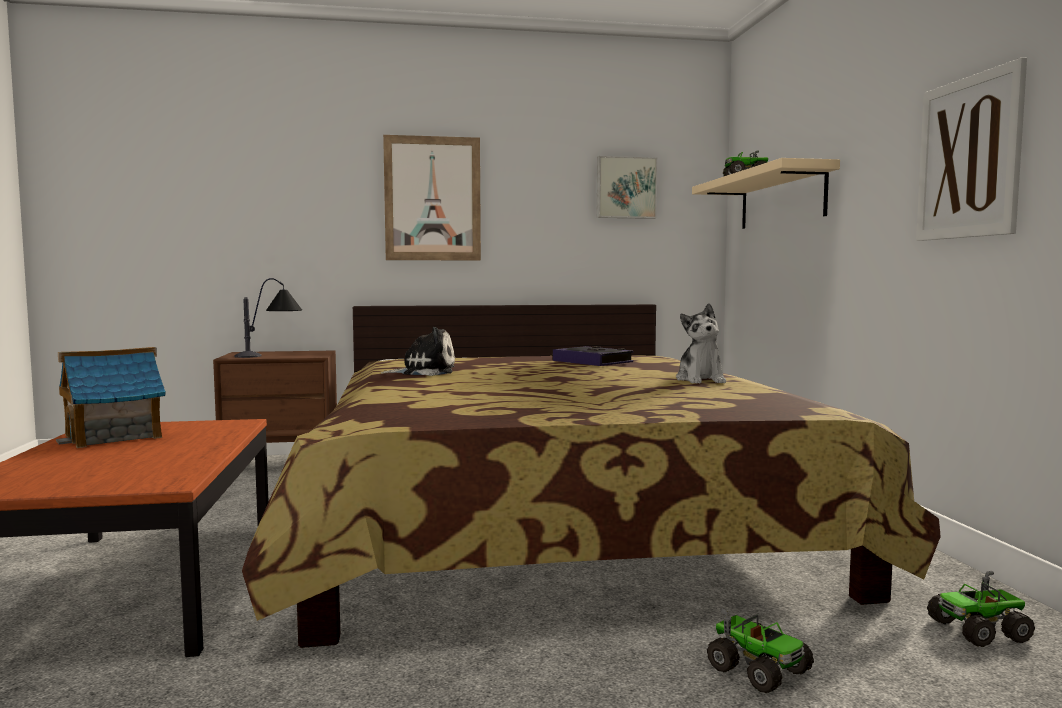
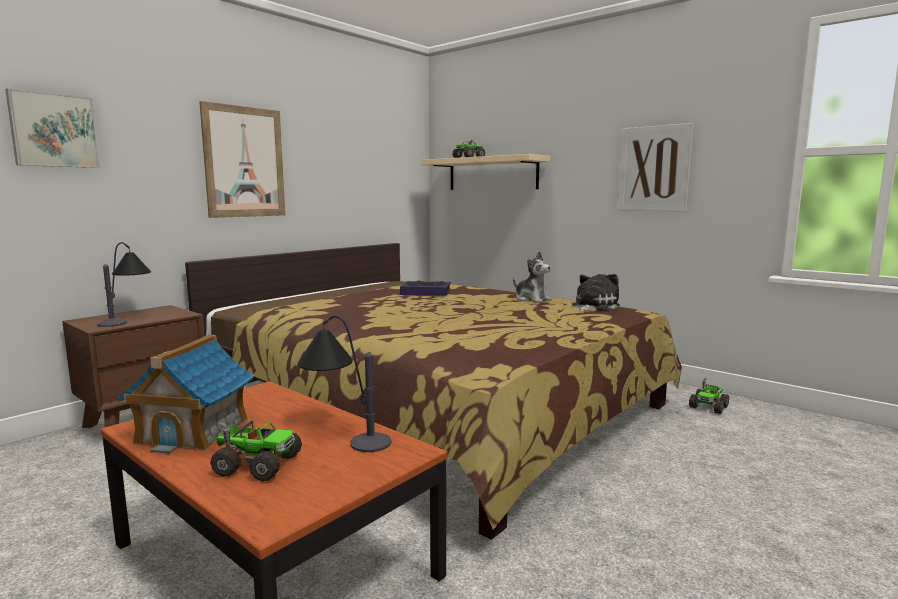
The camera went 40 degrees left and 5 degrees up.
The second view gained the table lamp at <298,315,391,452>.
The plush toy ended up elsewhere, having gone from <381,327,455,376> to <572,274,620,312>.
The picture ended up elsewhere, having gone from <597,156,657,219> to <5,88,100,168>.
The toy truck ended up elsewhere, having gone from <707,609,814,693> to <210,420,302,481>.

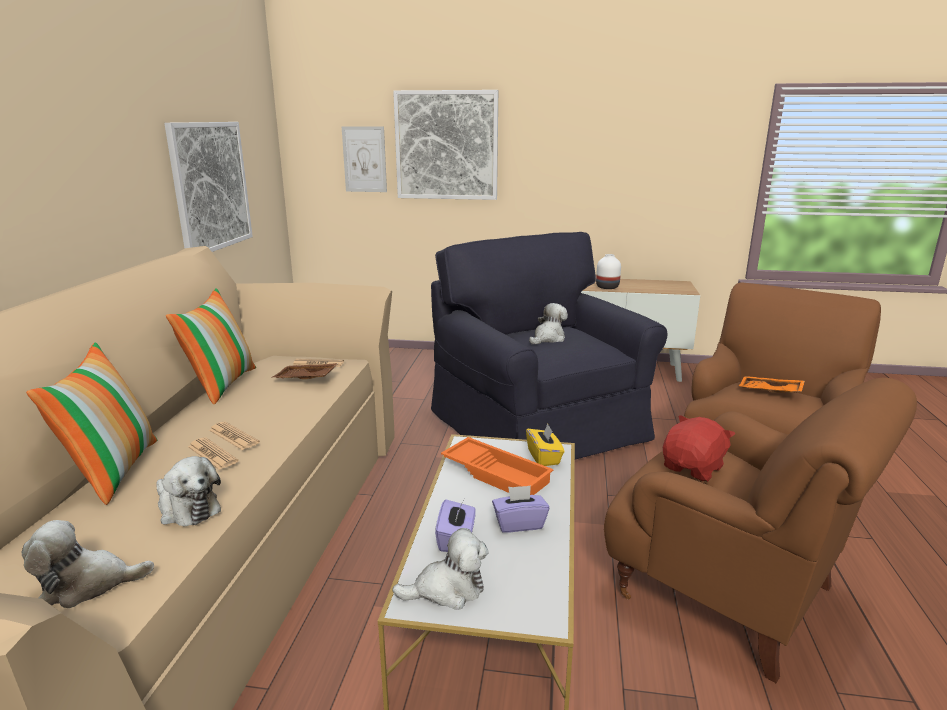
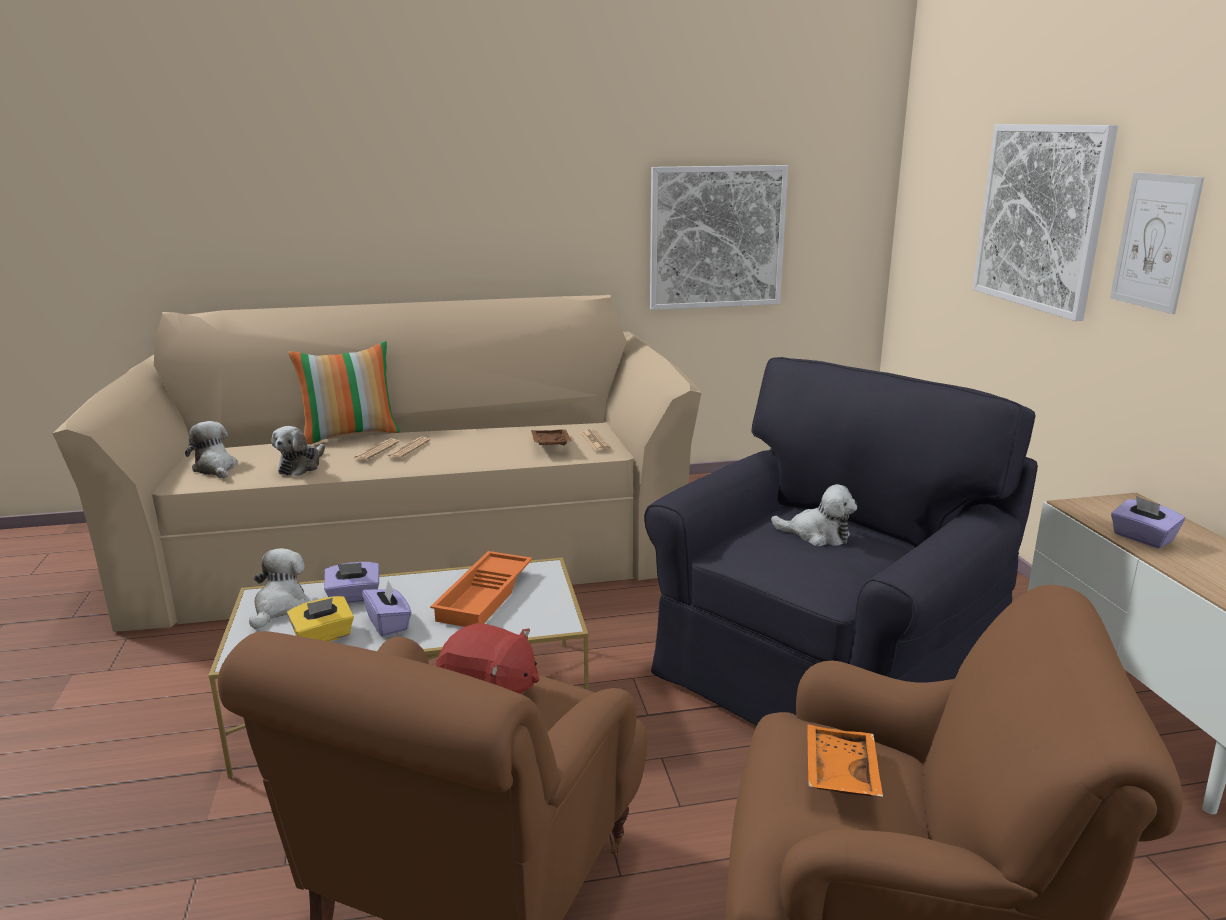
The camera went 70 degrees right and 0 degrees up.
The second view lost the pillow at <166,288,256,404>.
The picture ended up elsewhere, having gone from <342,126,387,192> to <1110,172,1204,314>.
The tissue box (yellow) ended up elsewhere, having gone from <526,424,564,466> to <287,596,354,642>.
Where the vase (white) stood at <596,254,621,289>, the tissue box (purple) came to stand at <1111,496,1185,549>.
The plush toy at <392,528,489,610> ended up facing another way, 135 degrees counterclockwise from before.

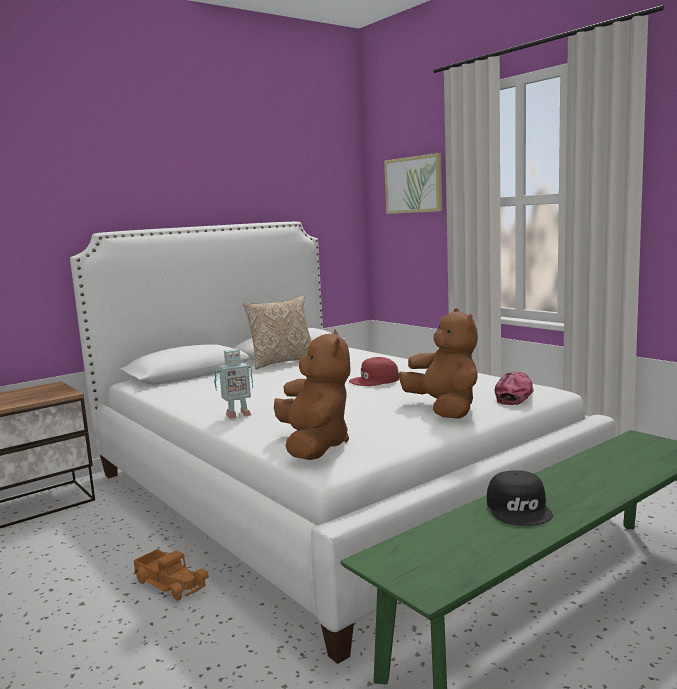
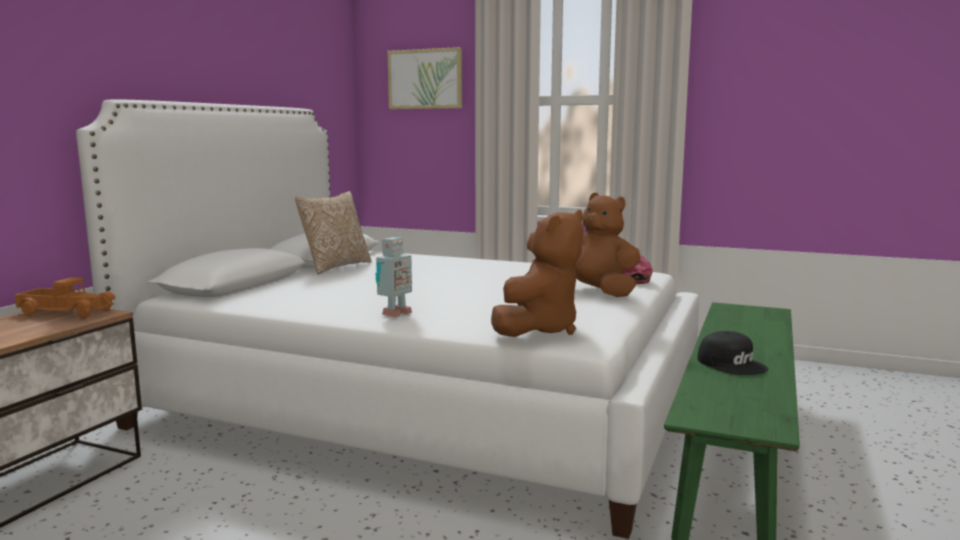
The camera went 30 degrees left and 0 degrees up.
The second view lost the cap (red) at <349,357,399,386>.
The toy truck ended up elsewhere, having gone from <133,549,209,601> to <15,277,115,318>.
The plush toy (brown) at <274,329,351,460> ended up facing another way, 75 degrees clockwise from before.

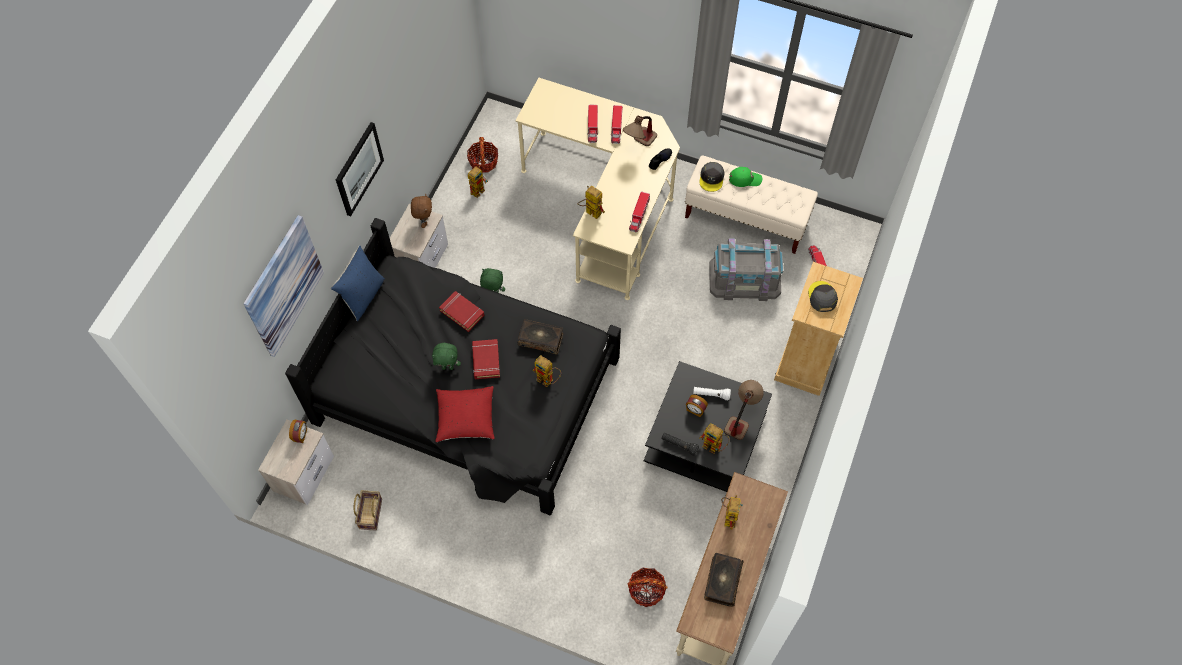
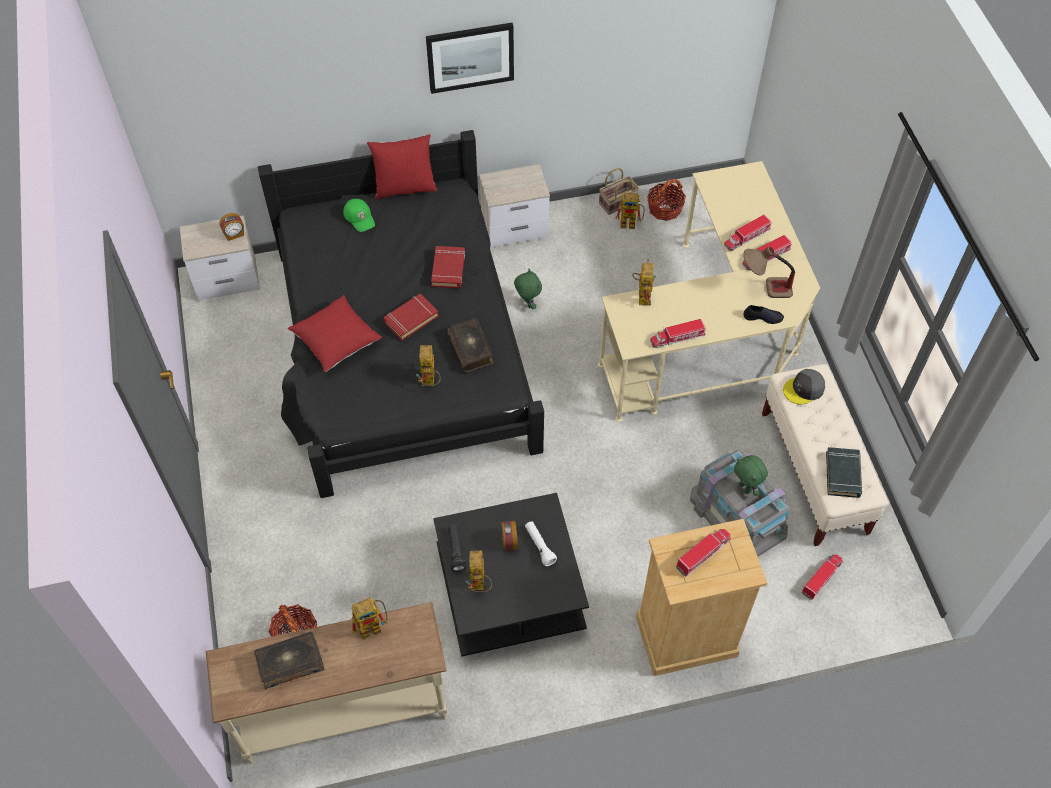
The camera went 55 degrees right and 5 degrees down.
The second view lost the picture at <243,215,324,357>.
The second view lost the plush toy (brown) at <411,194,432,228>.
The second view lost the table lamp at <724,380,764,440>.
The second view gained the book (black) at <826,447,863,498>.
The basket ended up elsewhere, having gone from <354,490,382,531> to <599,168,639,215>.
The plush toy (green) ended up elsewhere, having gone from <432,343,461,370> to <734,455,768,496>.
The cap (green) ended up elsewhere, having gone from <729,167,762,187> to <343,199,375,232>.
Where the cap (grey) stood at <808,281,838,312>, the toy truck came to stand at <676,529,731,577>.
What was the pillow (blue) at <331,245,385,321> turned into the pillow (red) at <367,134,437,199>.

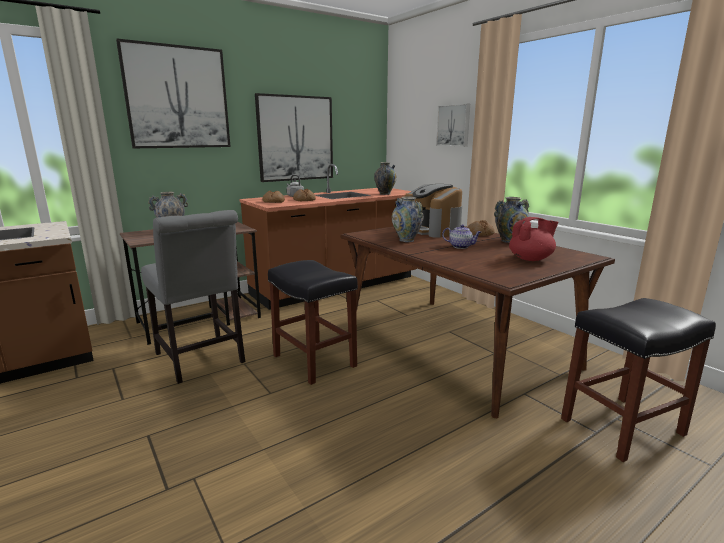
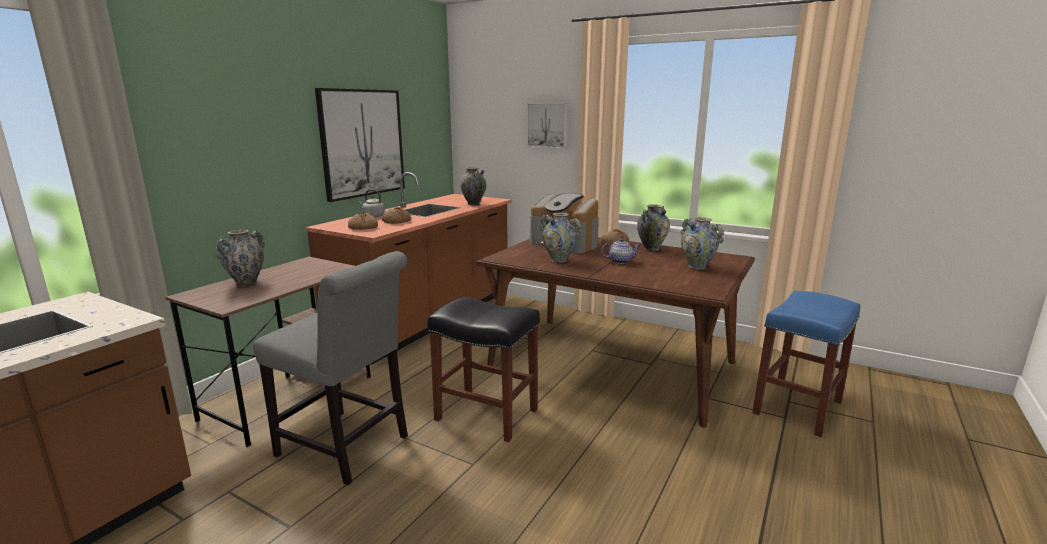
The camera went 25 degrees left and 0 degrees up.
The second view lost the picture at <116,39,231,148>.
Where the teapot (red) stood at <509,217,558,261>, the vase came to stand at <681,217,724,270>.
What was the stool (black) at <561,298,716,462> turned into the stool (blue) at <752,291,860,437>.

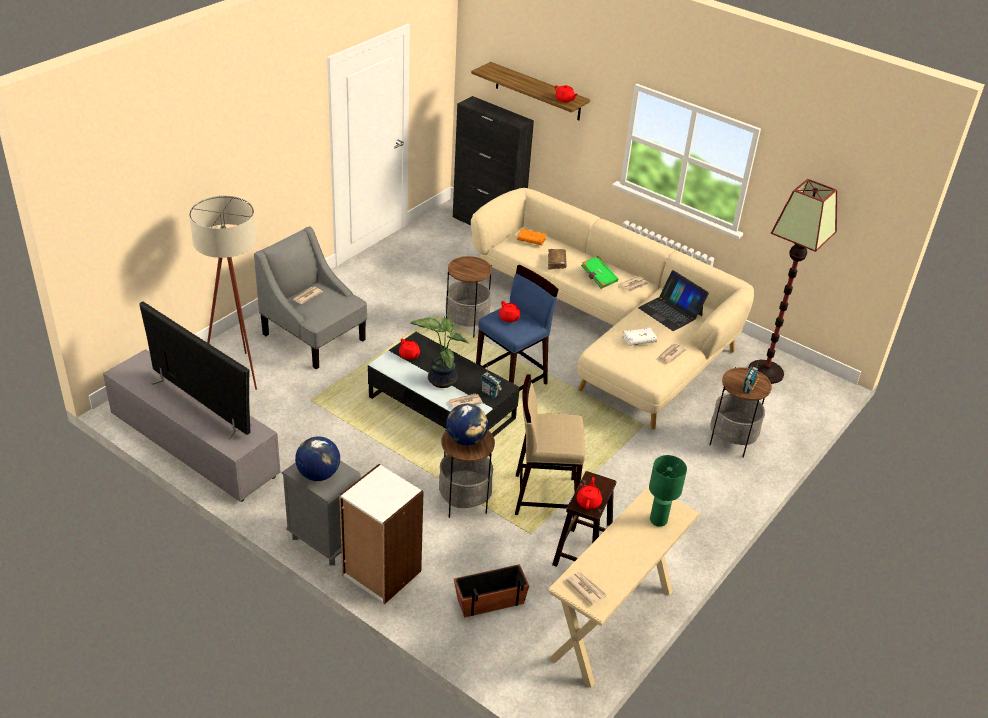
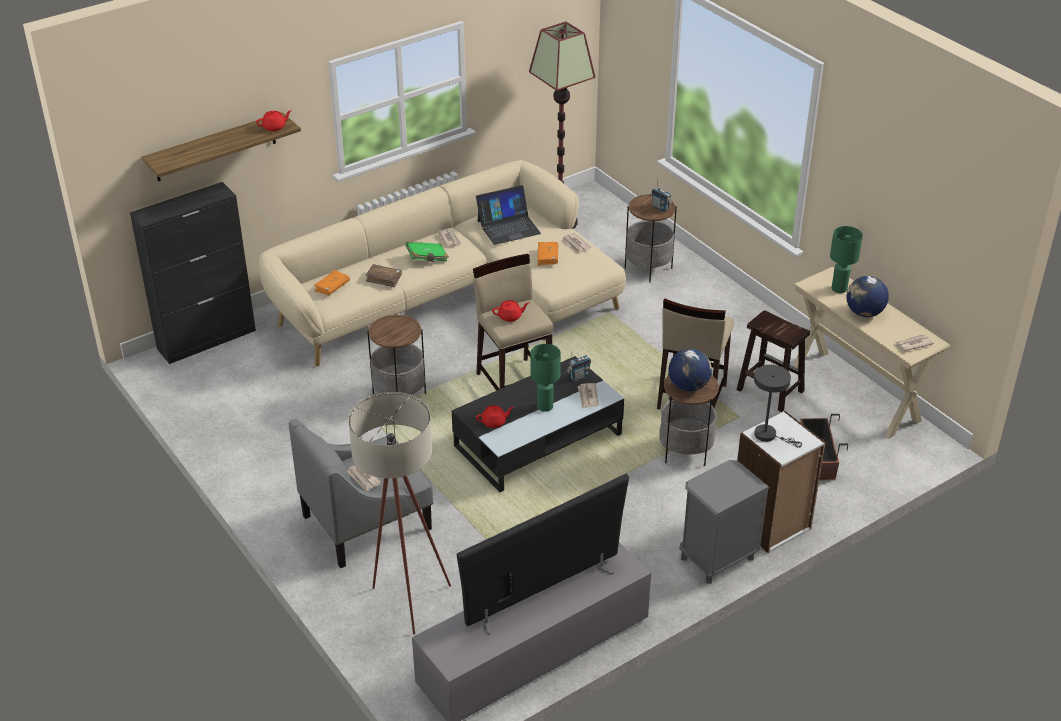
The camera went 70 degrees left and 0 degrees up.
The second view lost the teapot (red) at <577,477,602,510>.
The second view gained the table lamp (grey) at <754,365,802,448>.
The globe ended up elsewhere, having gone from <295,436,340,481> to <846,276,889,317>.
Where the potted plant stood at <410,316,469,388>, the table lamp (green) came to stand at <530,344,561,412>.
What was the stool (blue) at <476,265,559,391> turned into the stool (beige) at <473,254,553,391>.
What was the book (white) at <623,327,657,346> turned into the book (orange) at <537,242,558,266>.

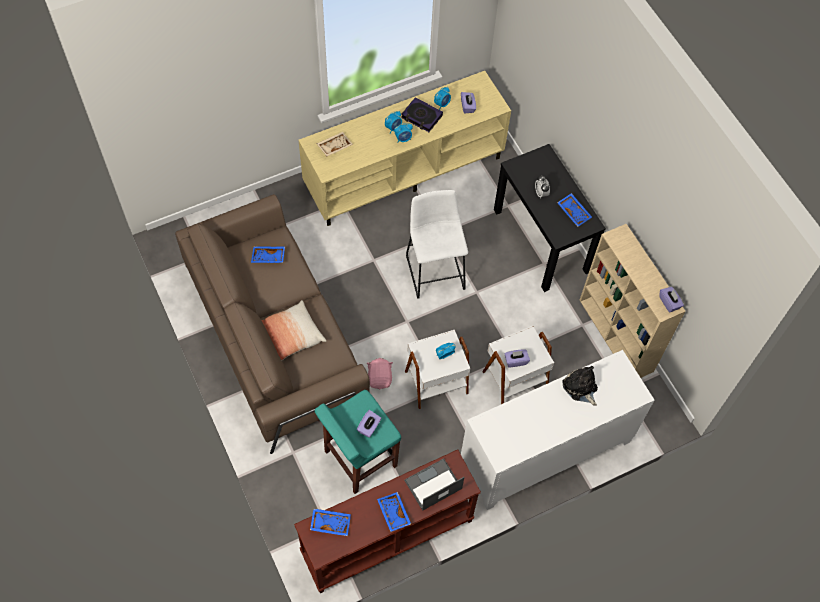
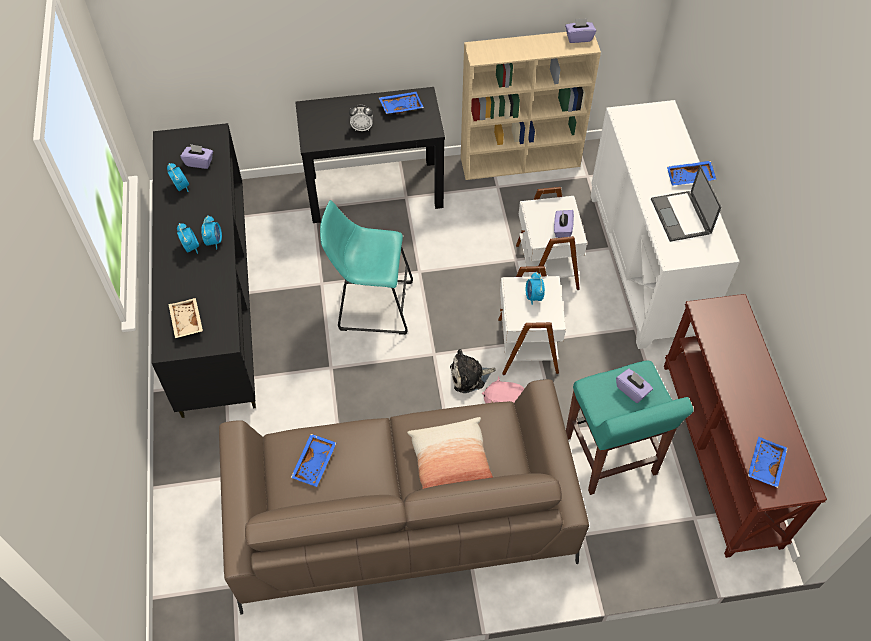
The camera went 70 degrees left and 5 degrees down.
The second view lost the book at <401,97,443,132>.
The tray (blue) ended up elsewhere, having gone from <377,492,411,532> to <667,161,716,186>.
The laptop ended up elsewhere, having gone from <404,458,464,511> to <651,165,721,242>.
The plush toy ended up elsewhere, having gone from <562,366,598,406> to <450,349,496,393>.
What was the tv stand (beige) at <298,71,511,226> turned into the tv stand (black) at <152,123,256,418>.
What was the stool (white) at <406,190,468,299> turned into the stool (turquoise) at <320,200,413,335>.

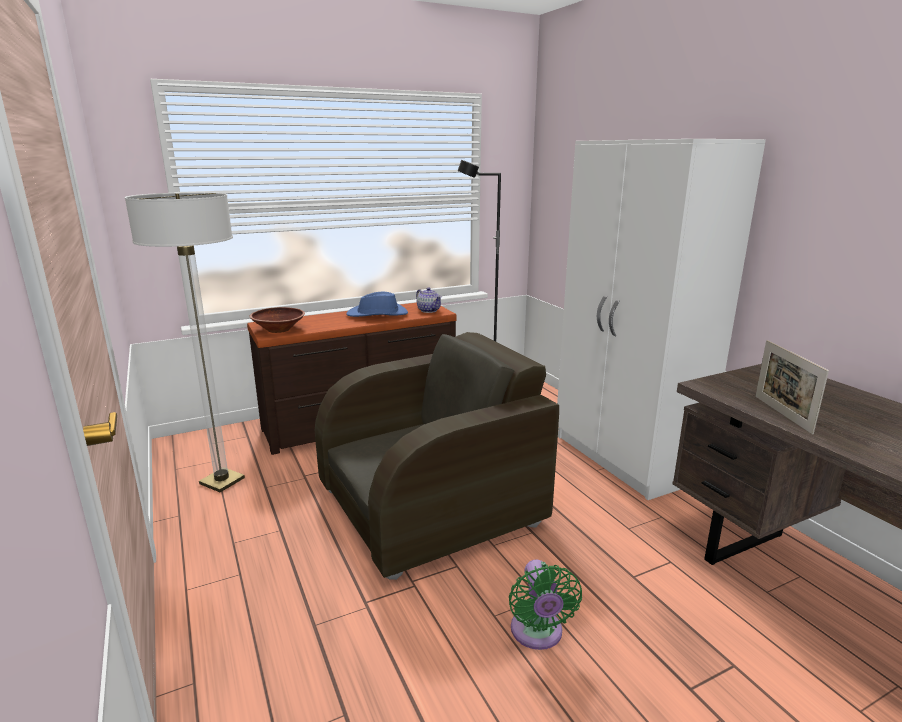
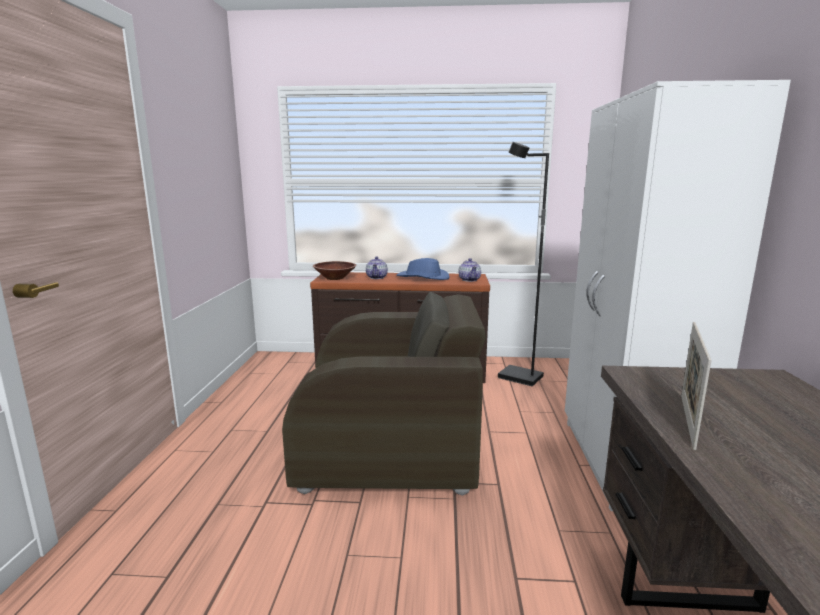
The camera went 30 degrees right and 5 degrees down.
The second view lost the floor lamp at <124,192,245,492>.
The second view lost the fan (green) at <509,560,582,650>.
The second view gained the teapot at <366,256,388,279>.

